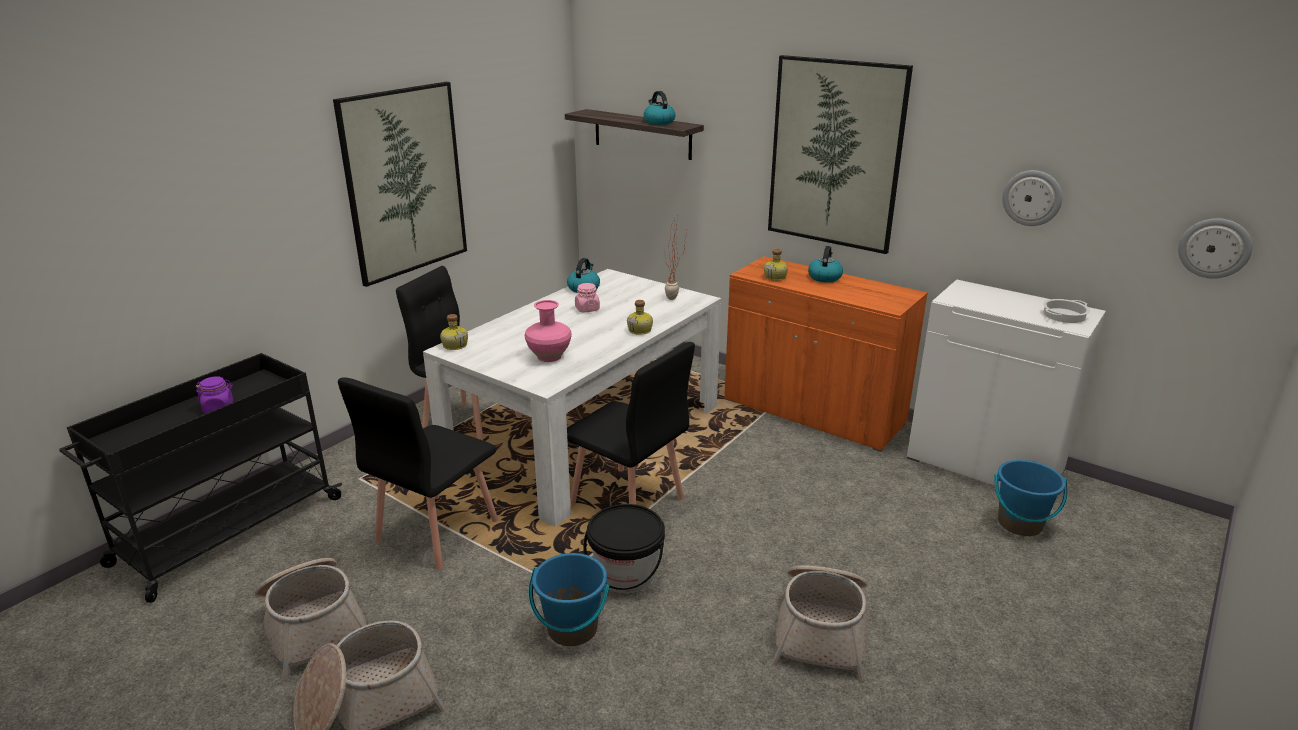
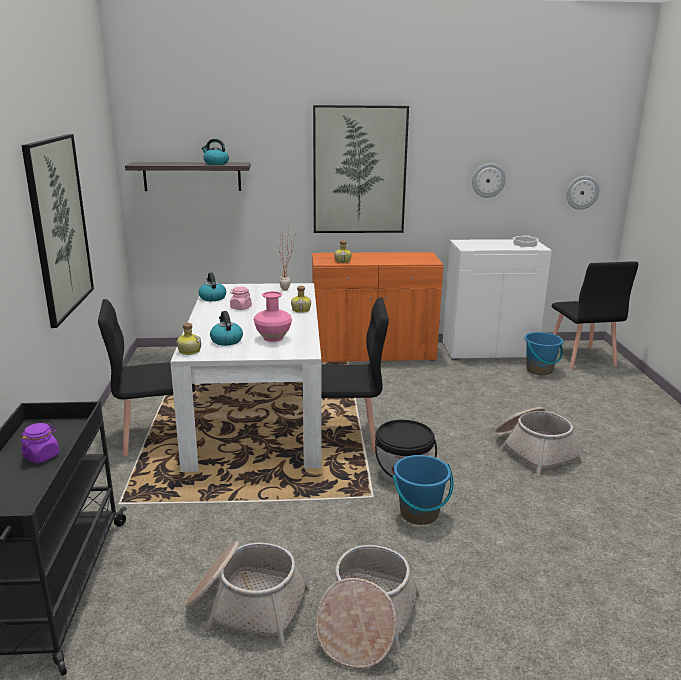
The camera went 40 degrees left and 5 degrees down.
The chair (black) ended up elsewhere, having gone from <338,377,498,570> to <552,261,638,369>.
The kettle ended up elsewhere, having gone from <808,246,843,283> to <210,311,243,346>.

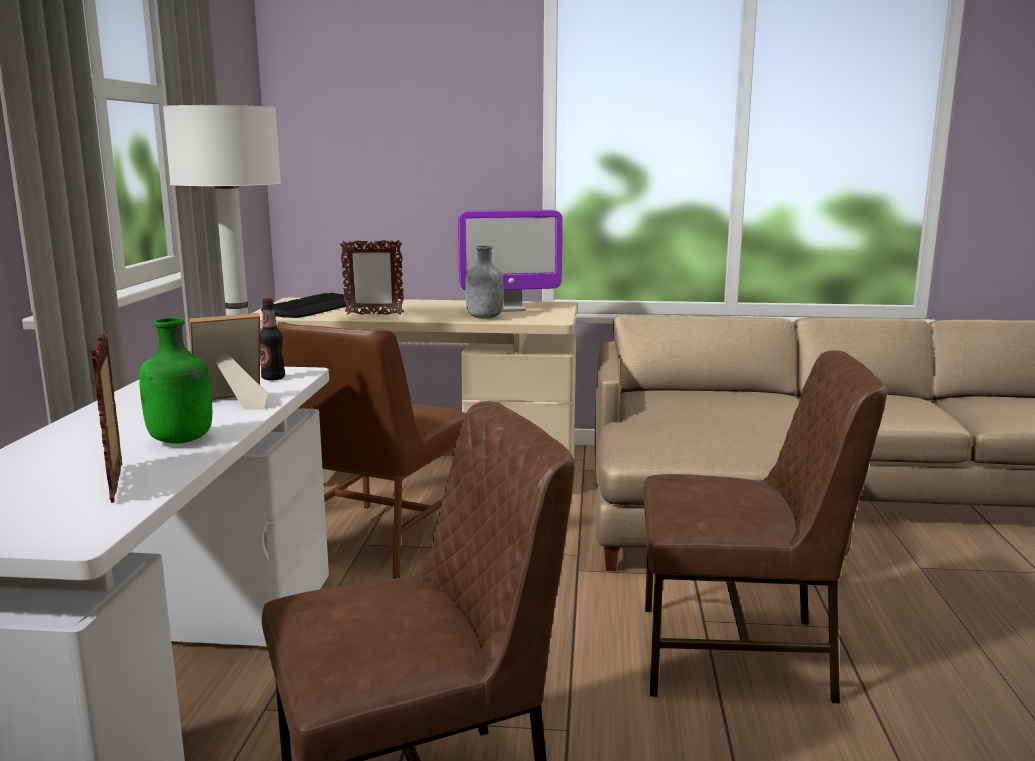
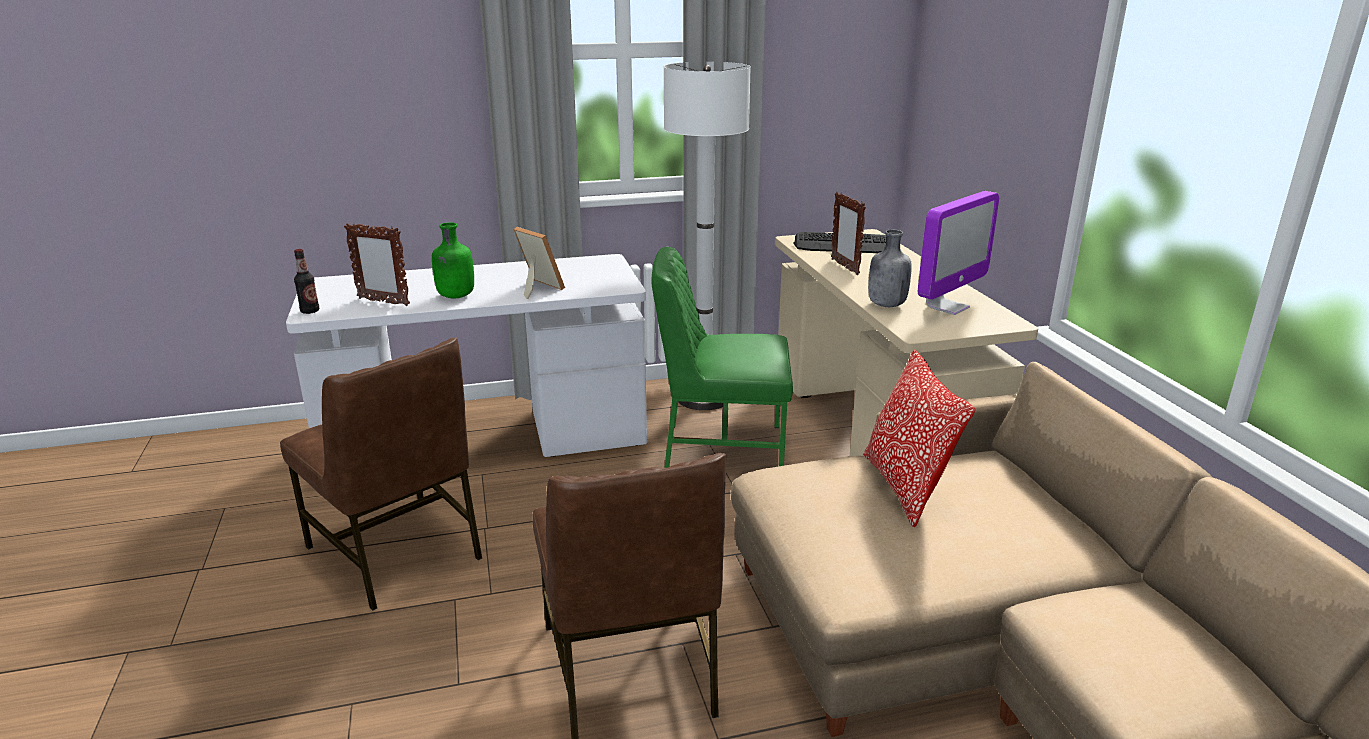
The camera went 70 degrees right and 10 degrees up.
The second view gained the pillow at <863,349,976,527>.
The bottle ended up elsewhere, having gone from <260,298,285,381> to <294,249,319,314>.
What was the chair (brown) at <277,322,466,578> turned into the chair (green) at <651,247,793,468>.
The picture frame at <91,329,122,503> ended up facing another way, 120 degrees counterclockwise from before.
The monitor at <458,210,563,312> ended up facing another way, 105 degrees counterclockwise from before.

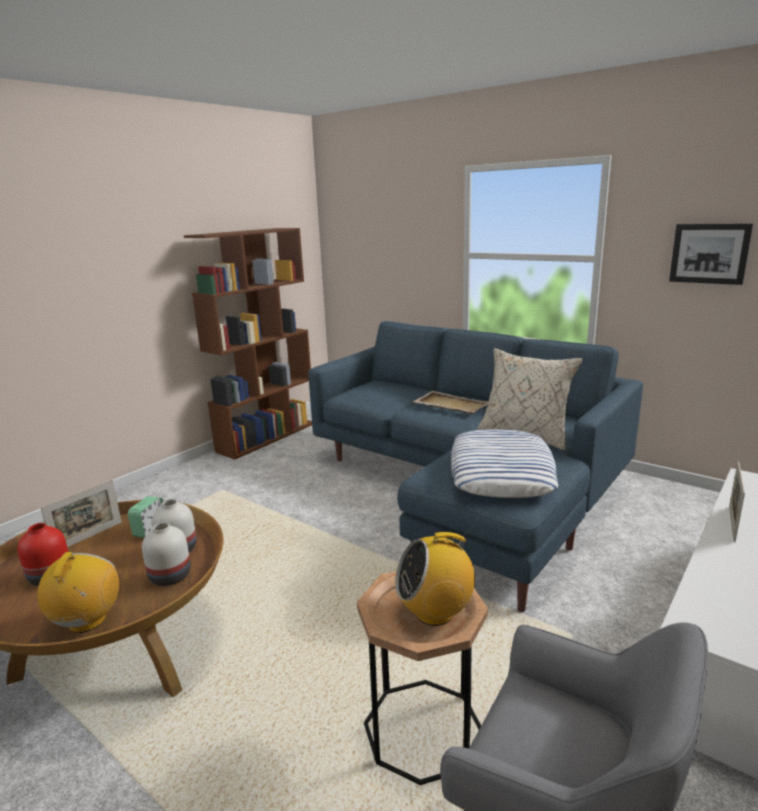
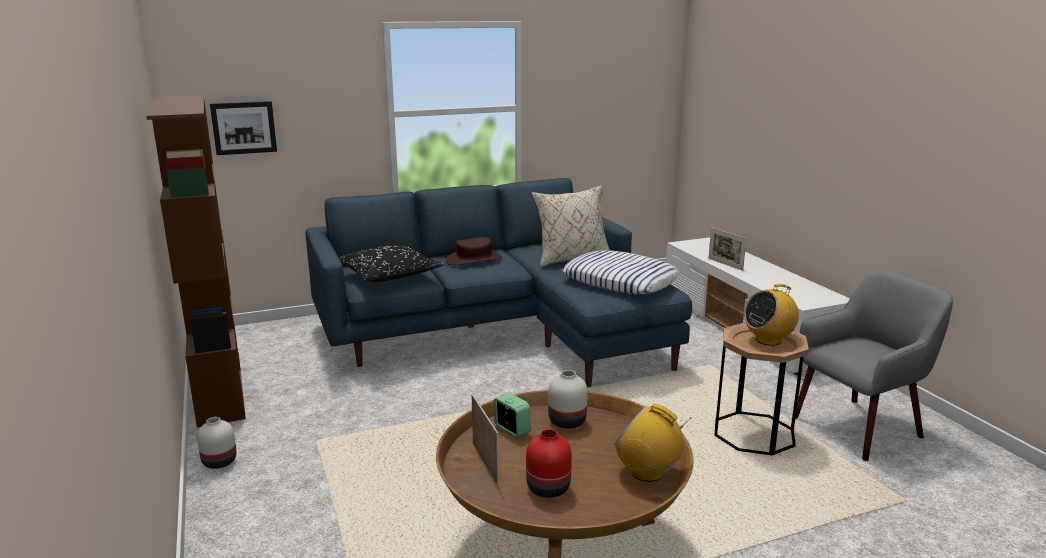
The camera went 60 degrees left and 0 degrees up.
The second view gained the pillow (black) at <339,244,444,282>.
The vase (white) ended up elsewhere, having gone from <142,522,190,586> to <197,417,237,469>.
The picture ended up elsewhere, having gone from <669,223,753,285> to <210,101,277,155>.
Where the tray (beige) stood at <412,391,488,414>, the hat (brown) came to stand at <446,237,502,265>.
The radio at <395,531,475,626> ended up facing another way, 45 degrees clockwise from before.

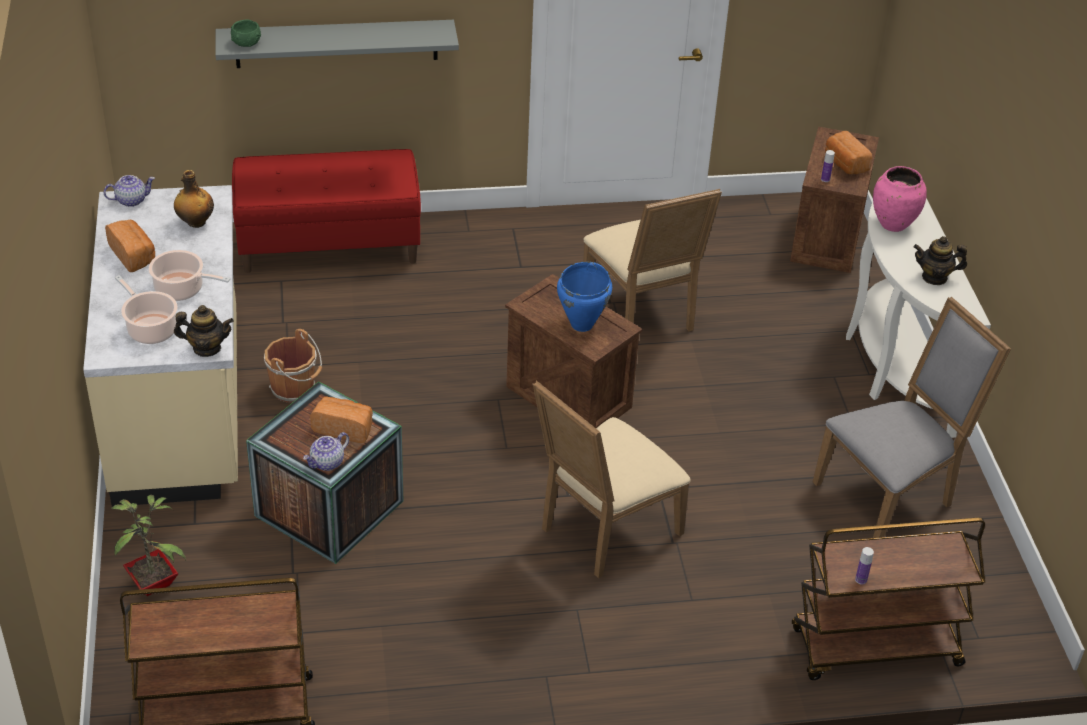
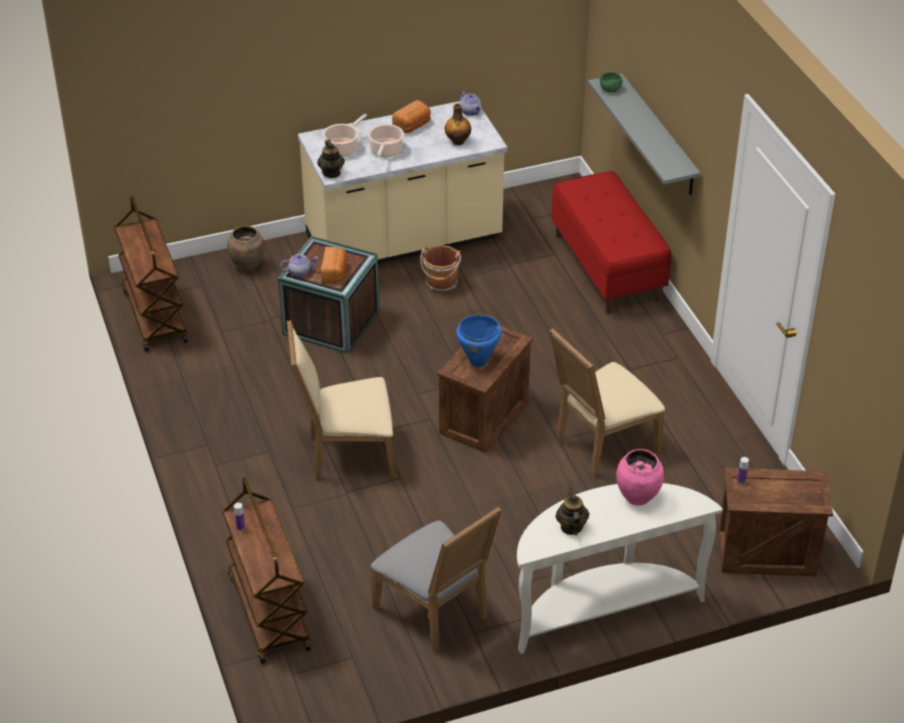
The camera went 80 degrees right and 0 degrees up.
The second view lost the bread at <825,131,873,174>.
Where the potted plant stood at <111,495,186,596>, the vase (brown) came to stand at <227,226,264,271>.
The teapot at <303,432,349,471> ended up facing another way, 135 degrees clockwise from before.
The chair (beige) at <532,381,691,578> ended up facing another way, 45 degrees counterclockwise from before.

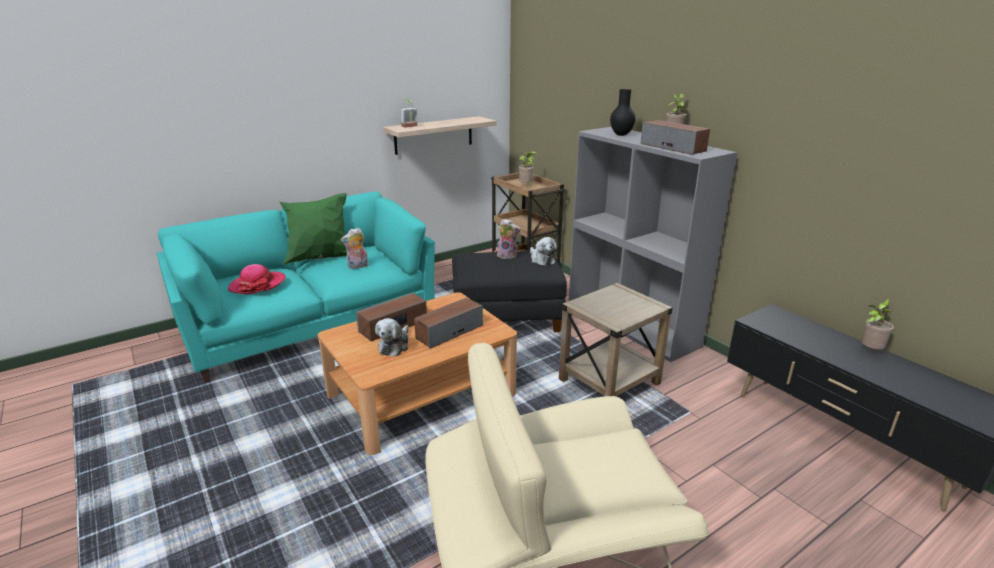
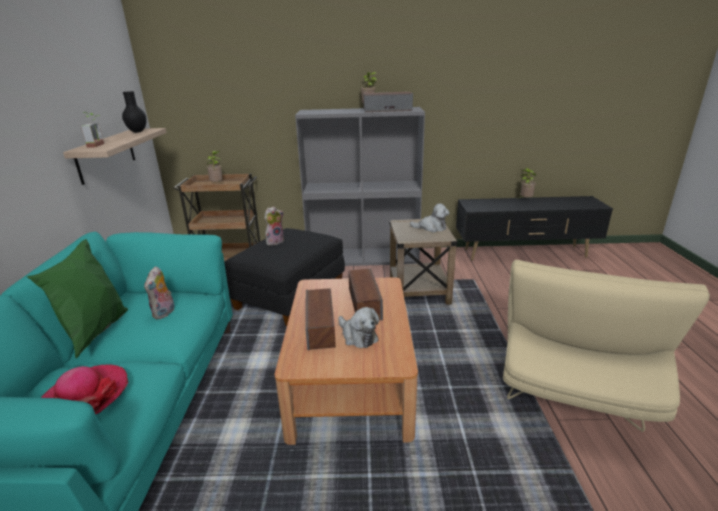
The camera went 55 degrees left and 0 degrees up.
The plush toy ended up elsewhere, having gone from <530,237,557,266> to <410,203,449,232>.
The vase (black) ended up elsewhere, having gone from <610,89,636,136> to <122,91,147,132>.

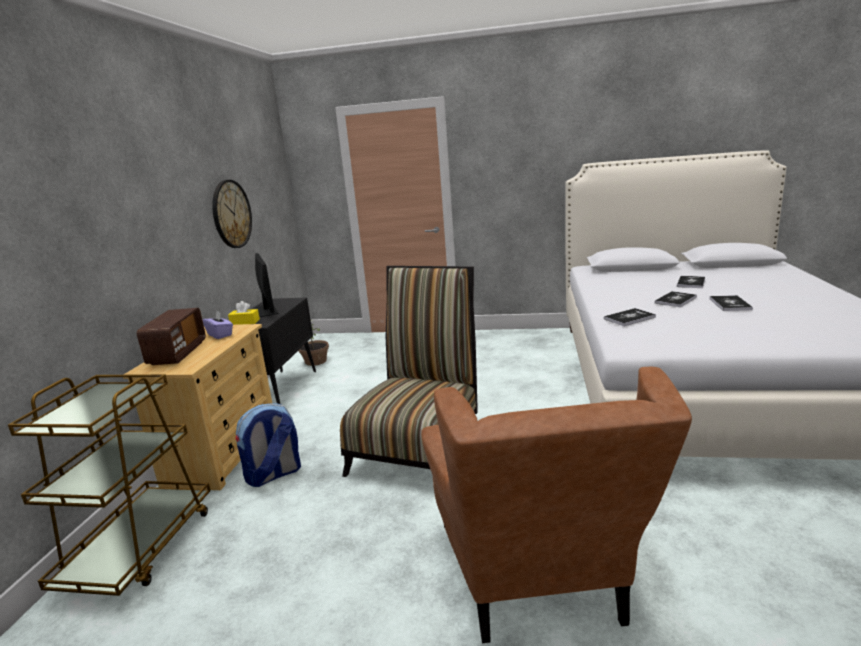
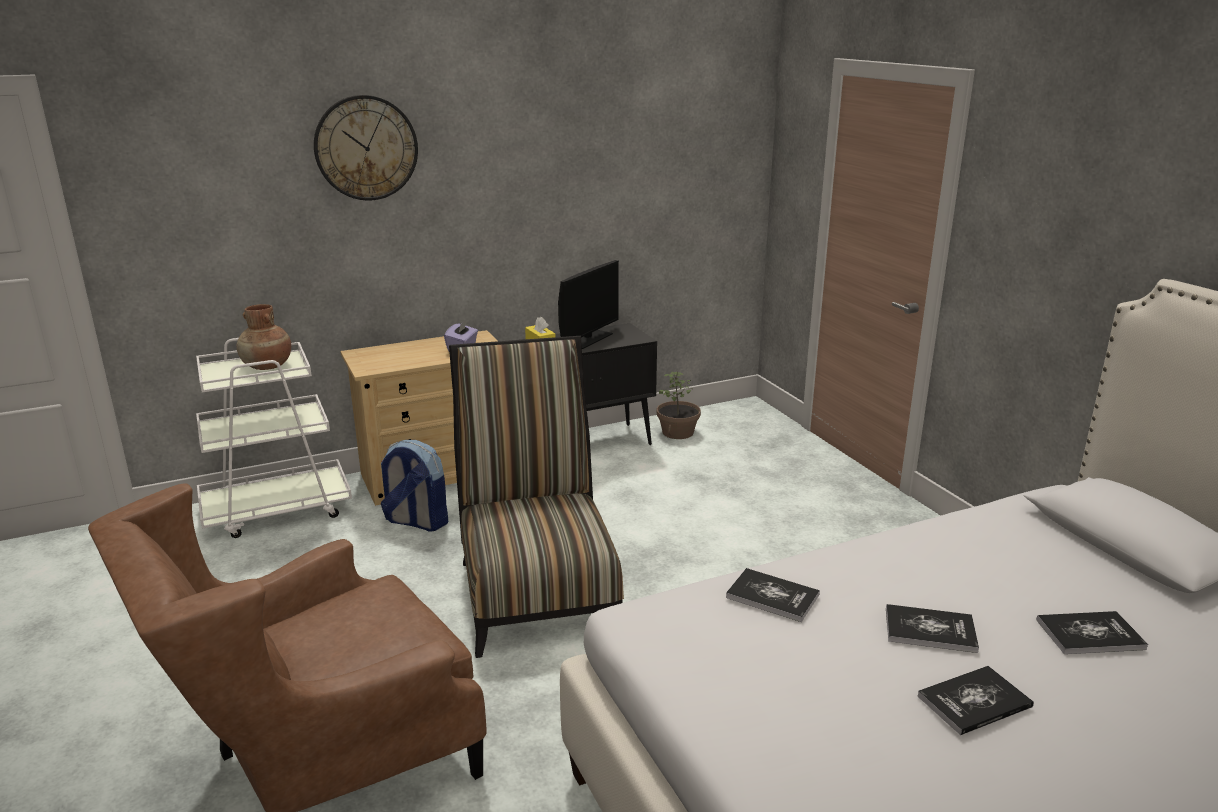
The camera went 55 degrees right and 5 degrees up.
The second view lost the radio at <137,308,206,365>.
The second view gained the vase (brown) at <237,304,291,370>.
The wall clock ended up elsewhere, having gone from <212,180,252,248> to <314,95,418,201>.
What was the cart (brown) at <8,374,211,596> turned into the cart (white) at <196,338,352,538>.
The chair at <340,266,478,477> ended up facing another way, 90 degrees counterclockwise from before.

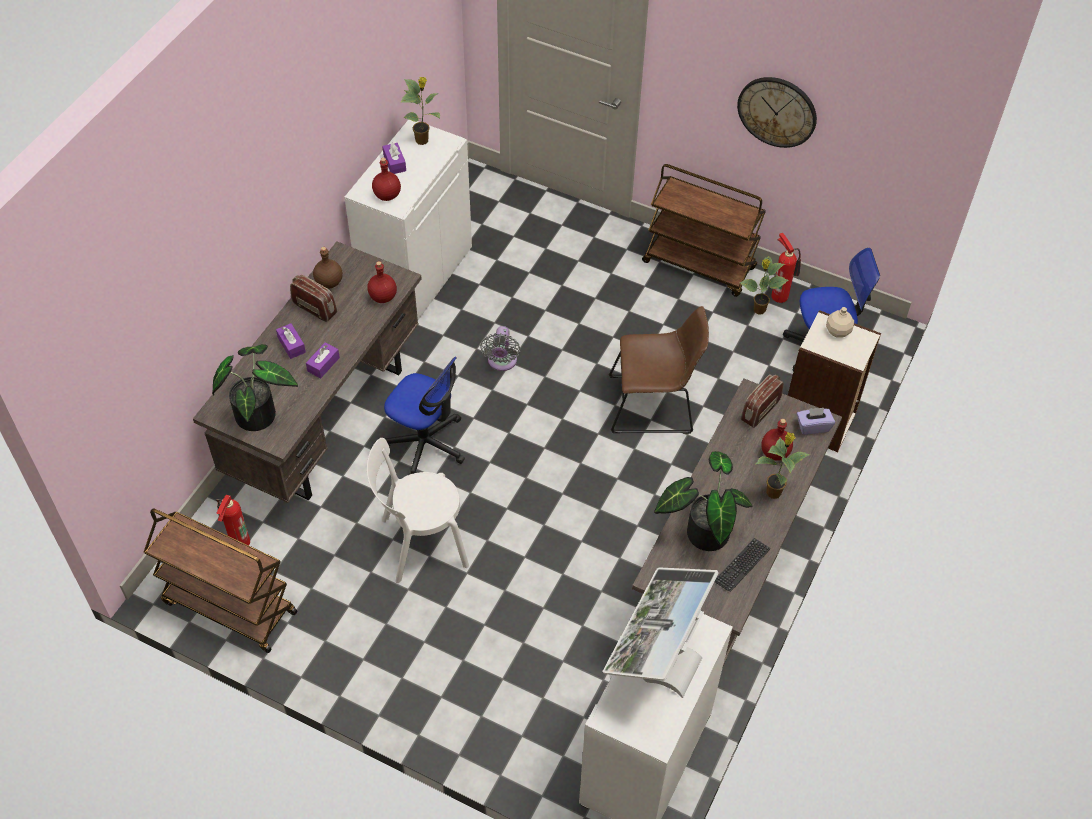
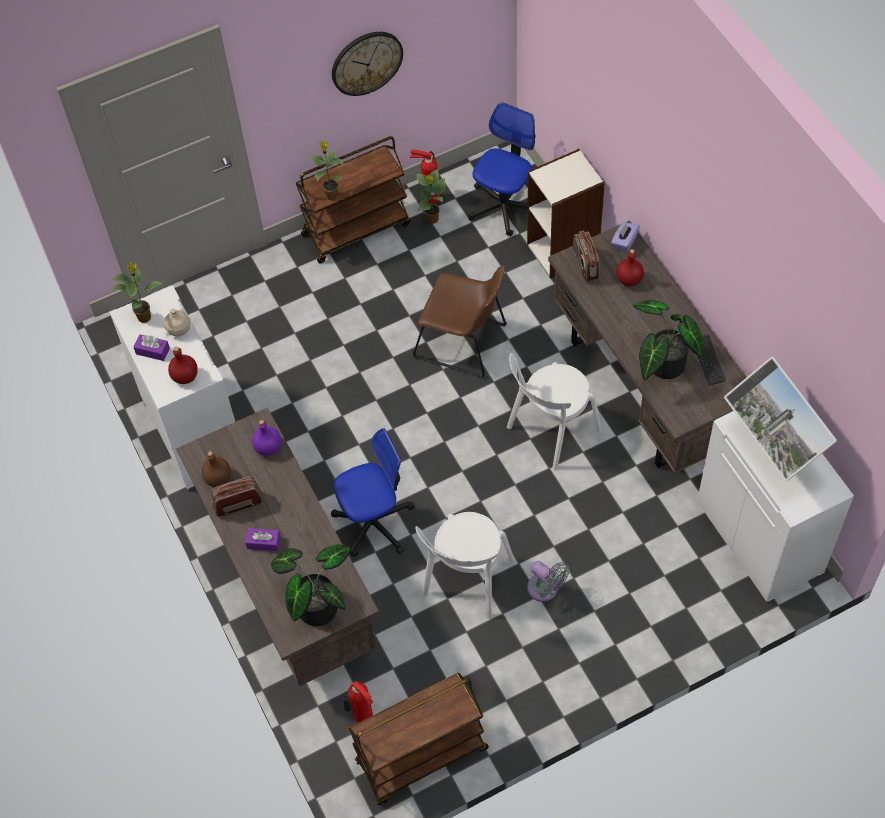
The camera went 50 degrees left and 5 degrees up.
The second view lost the tissue box (purple) at <306,342,340,378>.
The second view gained the chair (white) at <507,353,602,471>.
The fan (grey) ended up elsewhere, having gone from <480,326,520,371> to <527,561,570,602>.
The potted plant ended up elsewhere, having gone from <756,432,811,499> to <311,141,344,200>.
The bottle (beige) ended up elsewhere, having gone from <826,307,854,337> to <164,309,190,337>.
What was the bottle (red) at <367,261,397,303> turned into the bottle (purple) at <252,420,281,456>.
The chair (brown) at <609,306,709,433> ended up facing another way, 75 degrees clockwise from before.

